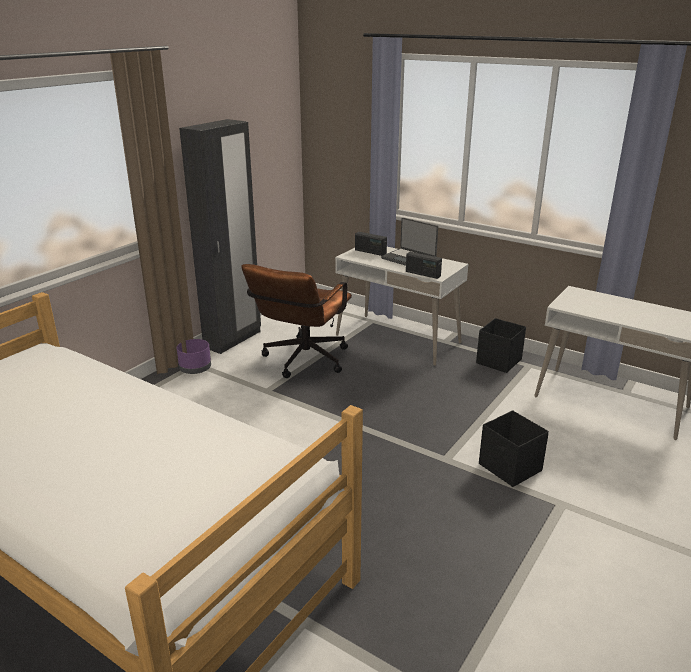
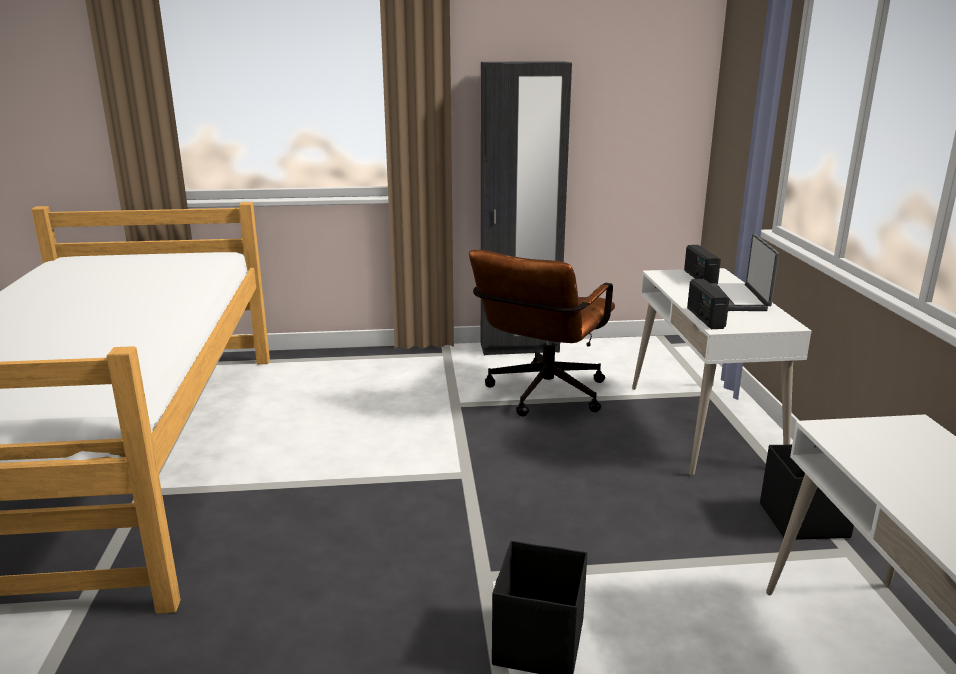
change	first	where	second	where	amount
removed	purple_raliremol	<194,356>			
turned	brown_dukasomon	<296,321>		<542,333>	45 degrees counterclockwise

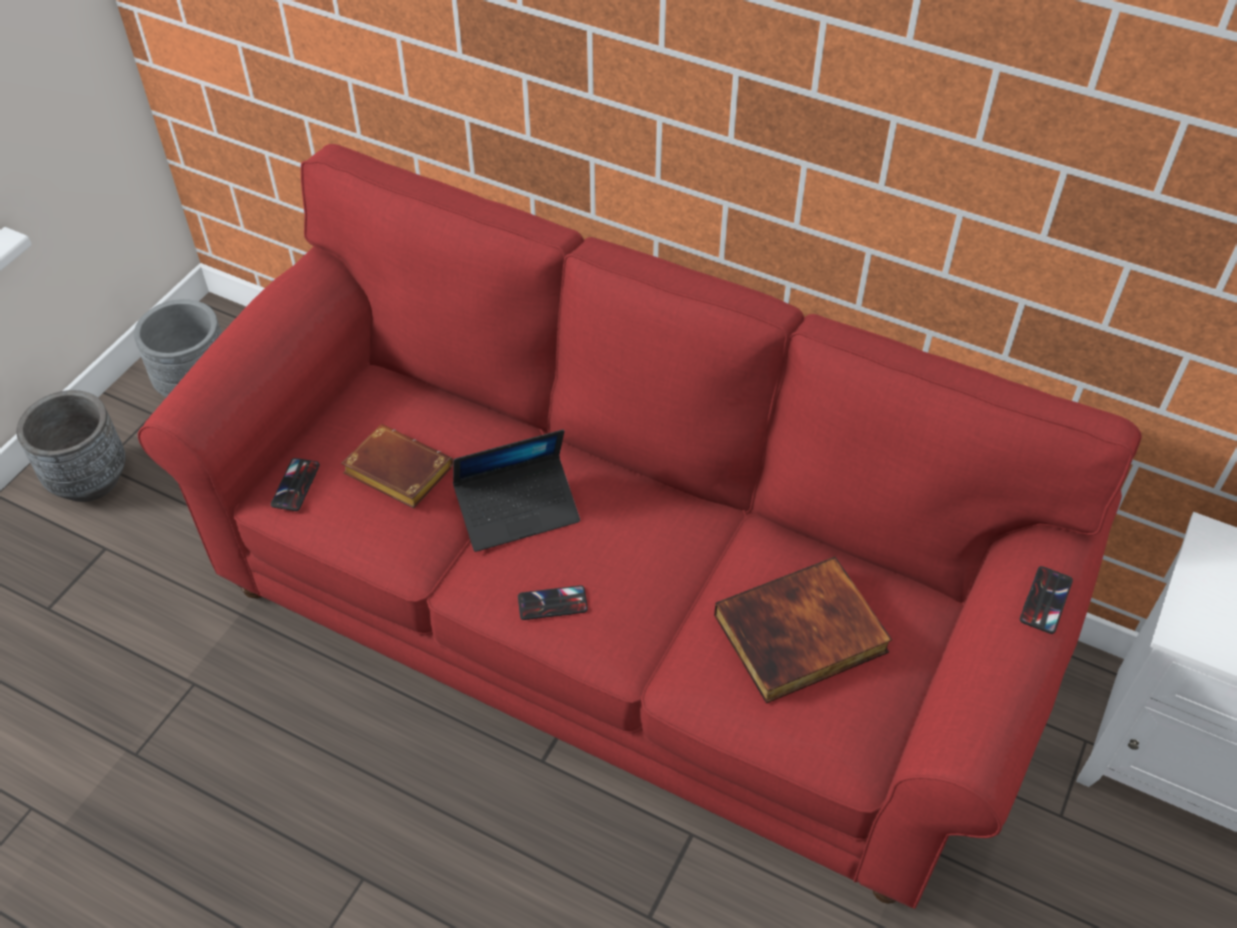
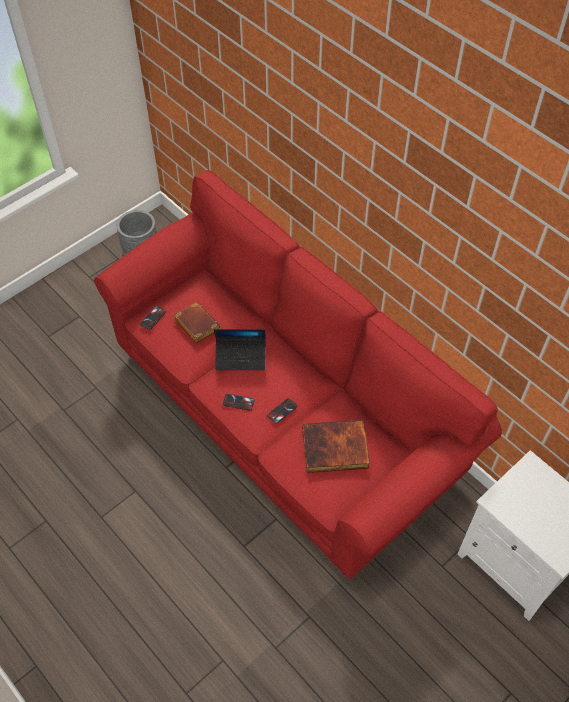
change	first	where	second	where	amount
removed	grey_raliremol	<71,446>			
moved	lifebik	<1046,600>		<282,411>	

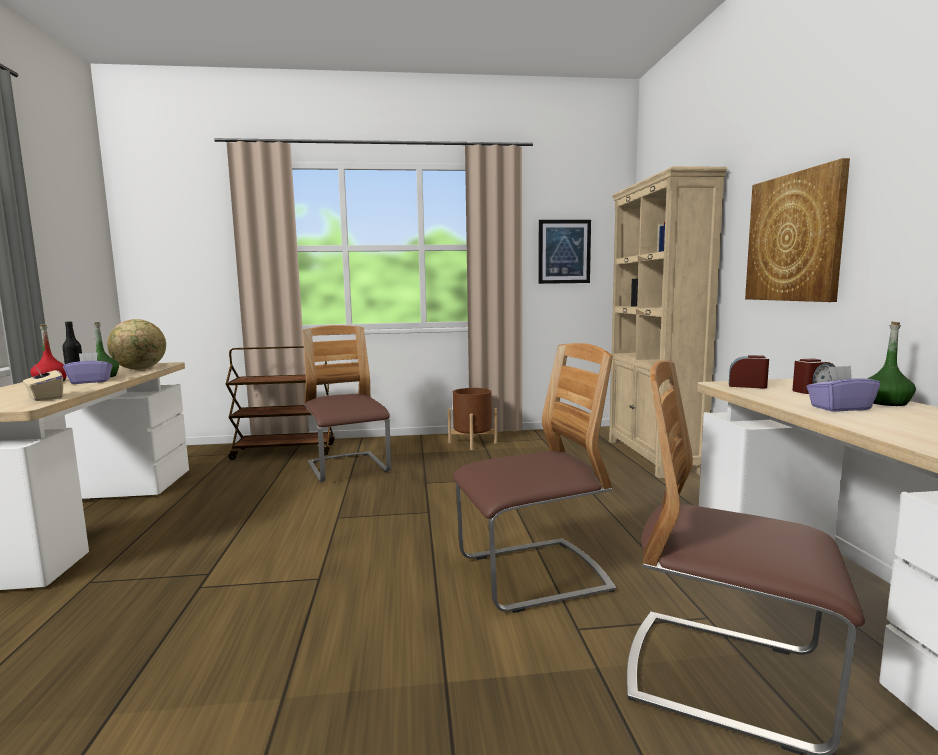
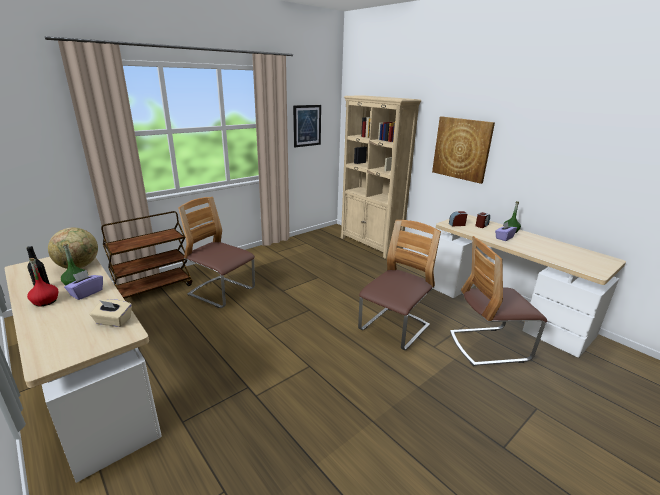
change	first	where	second	where	amount
removed	brown_raliremol	<472,419>			

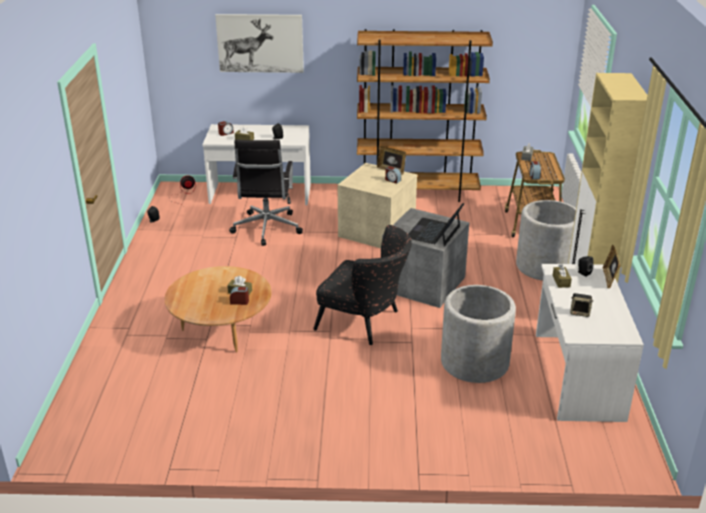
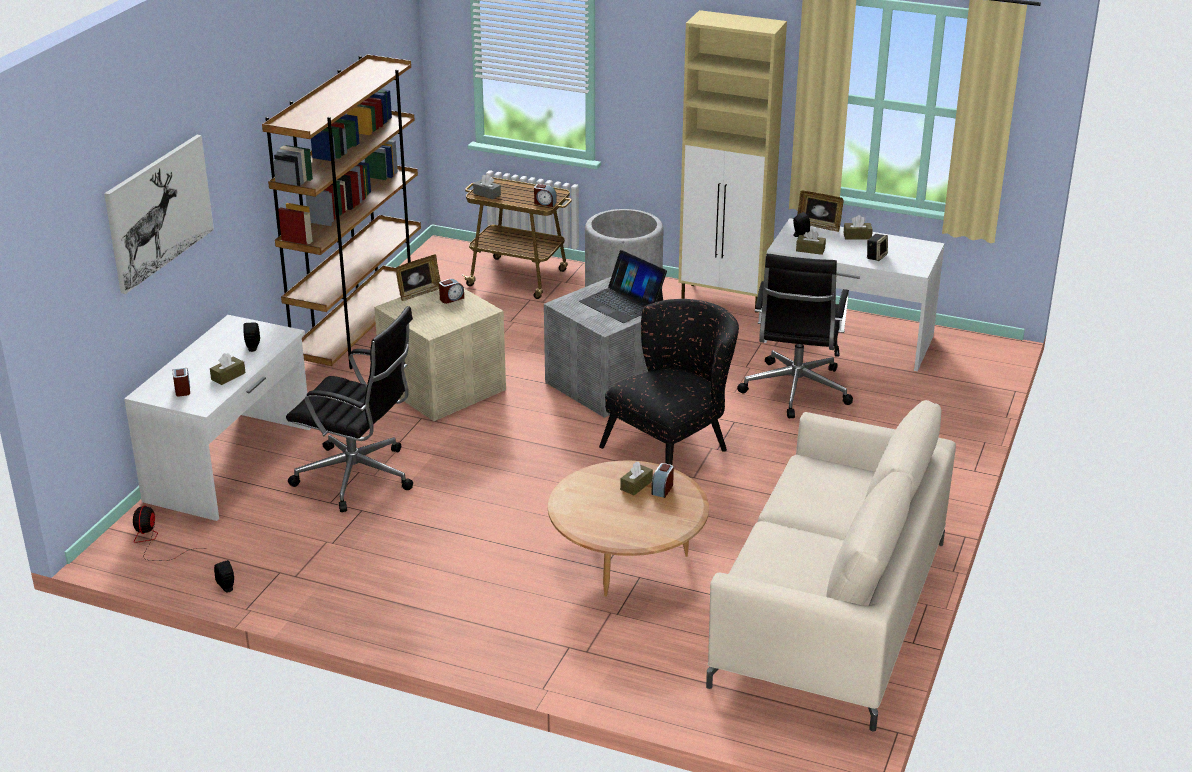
change	first	where	second	where	amount
added			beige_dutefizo	<831,566>	
added			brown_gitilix	<858,227>	
replaced	grey_raliremol	<478,334>	black_dukasomon	<795,336>	

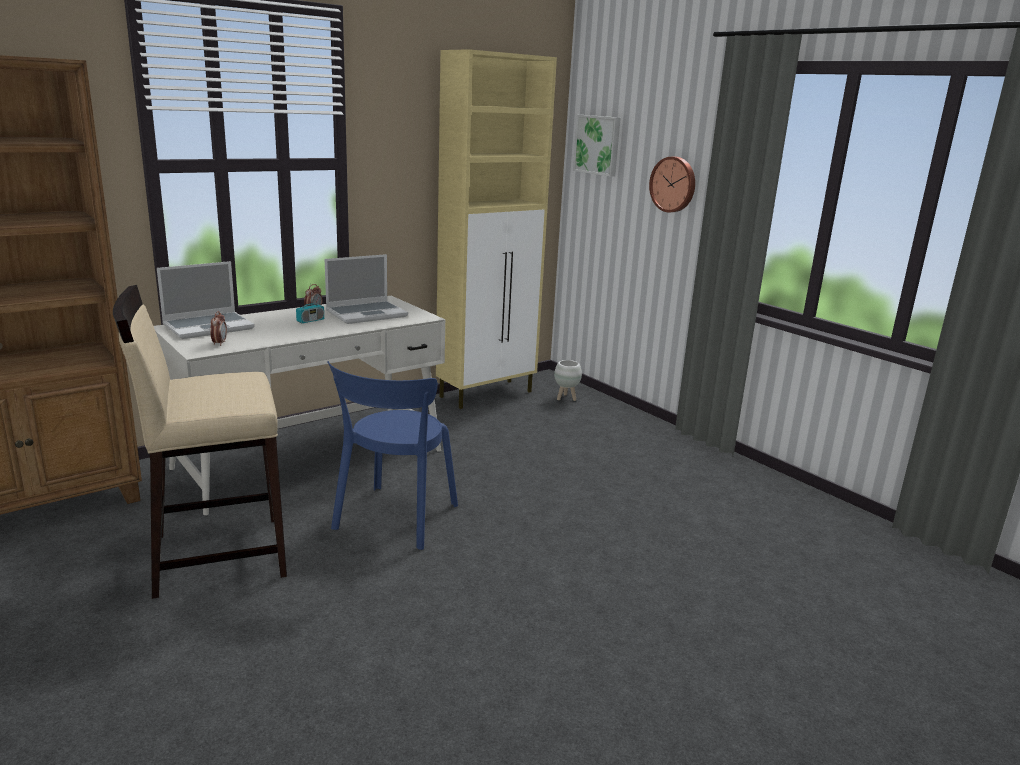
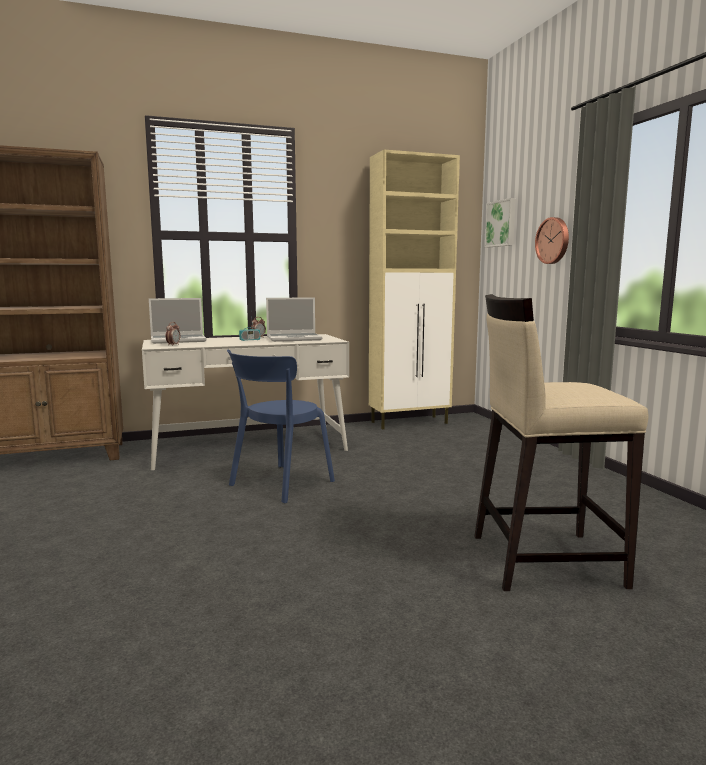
change	first	where	second	where	amount
removed	white_raliremol	<568,380>			
moved	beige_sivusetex	<200,442>		<561,442>	

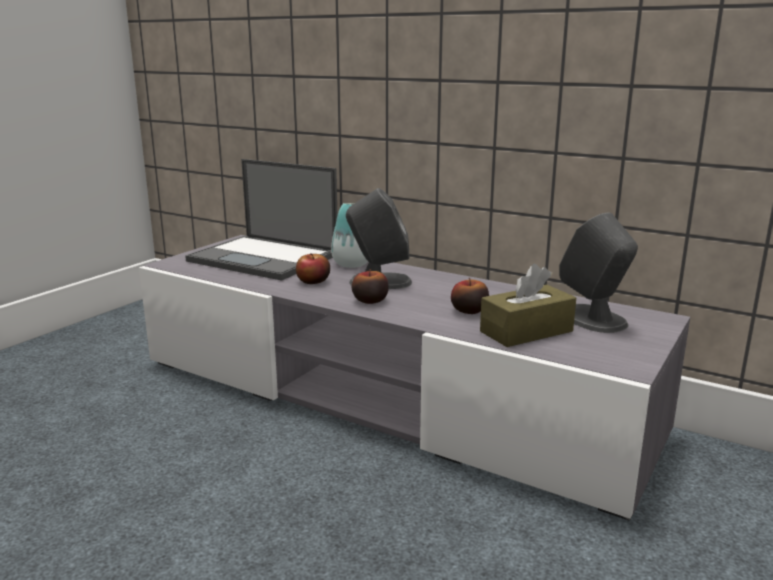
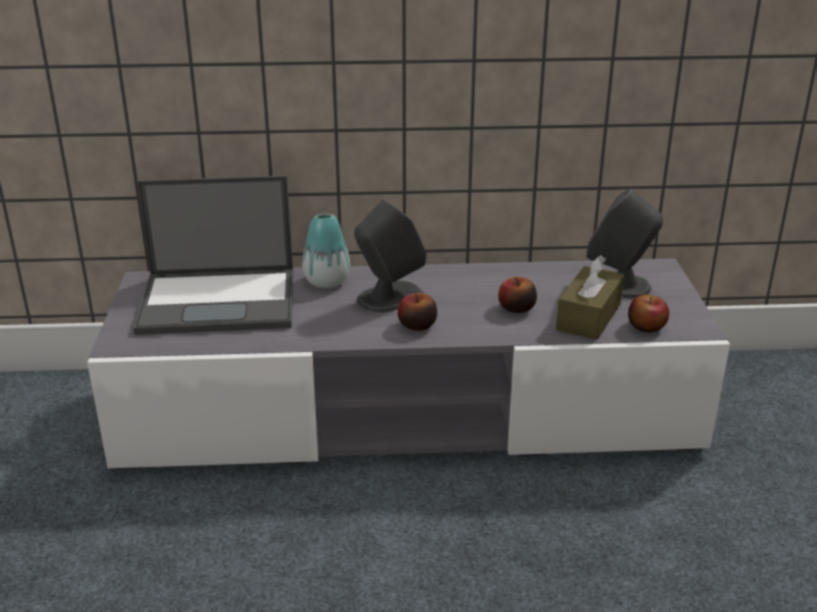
change	first	where	second	where	amount
moved	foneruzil	<313,268>		<648,313>	

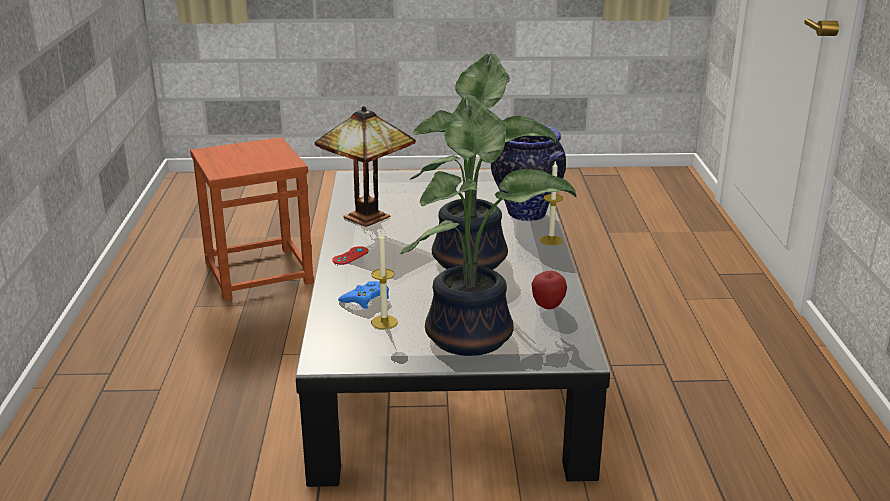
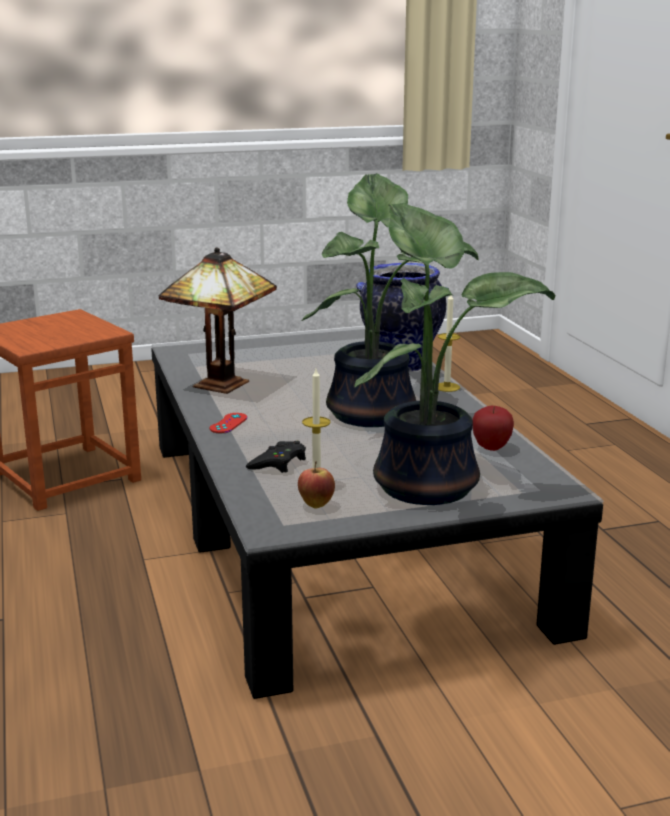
change	first	where	second	where	amount
added			foneruzil	<316,484>	
recoloured	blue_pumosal	<363,295>	black_pumosal	<276,457>	

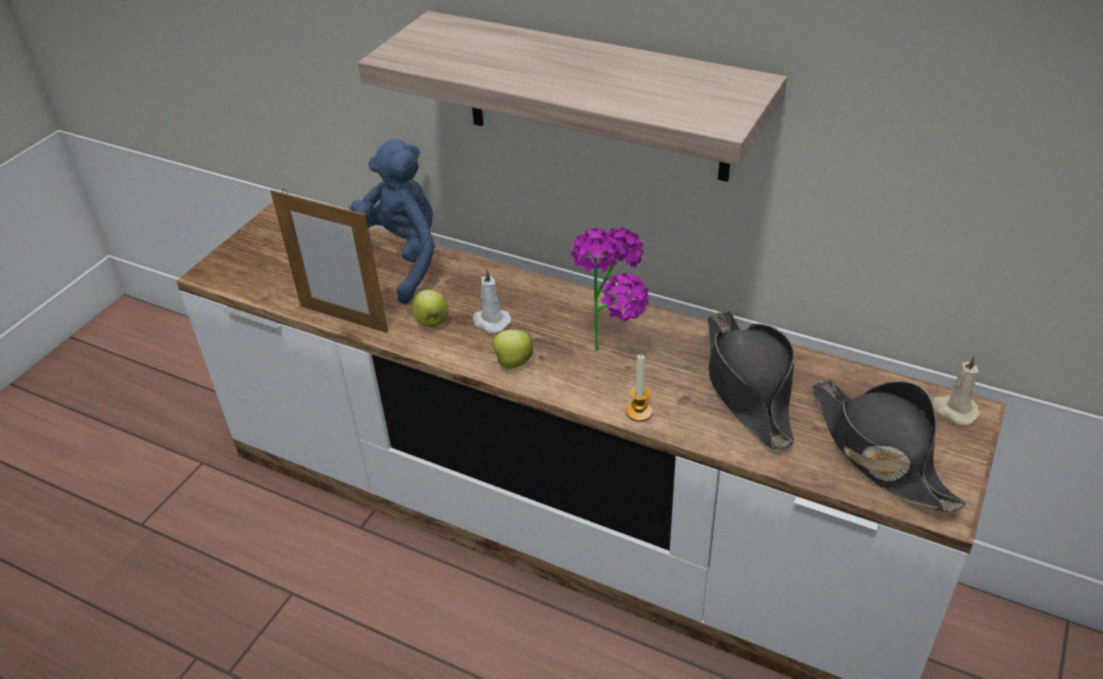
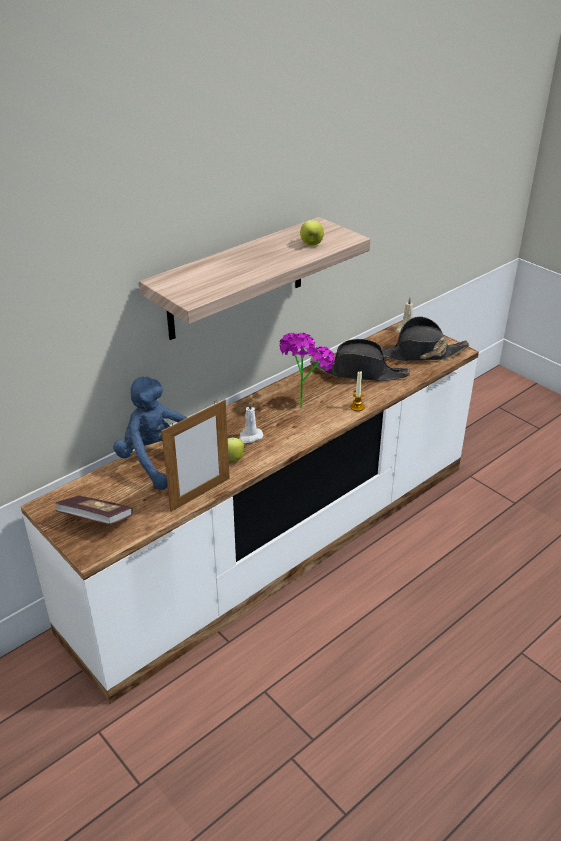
change	first	where	second	where	amount
added			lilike	<94,510>	
moved	foneruzil	<511,349>		<312,233>	

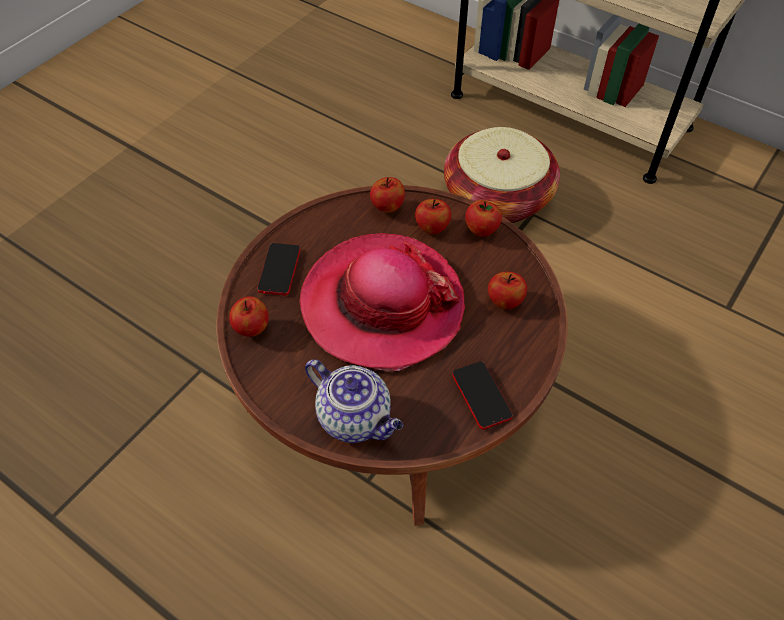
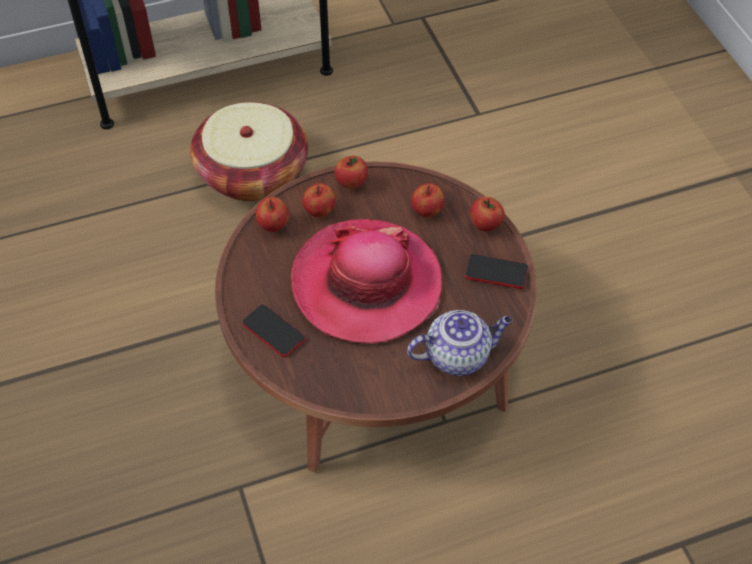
change	first	where	second	where	amount
moved	foneruzil	<249,316>		<487,214>	

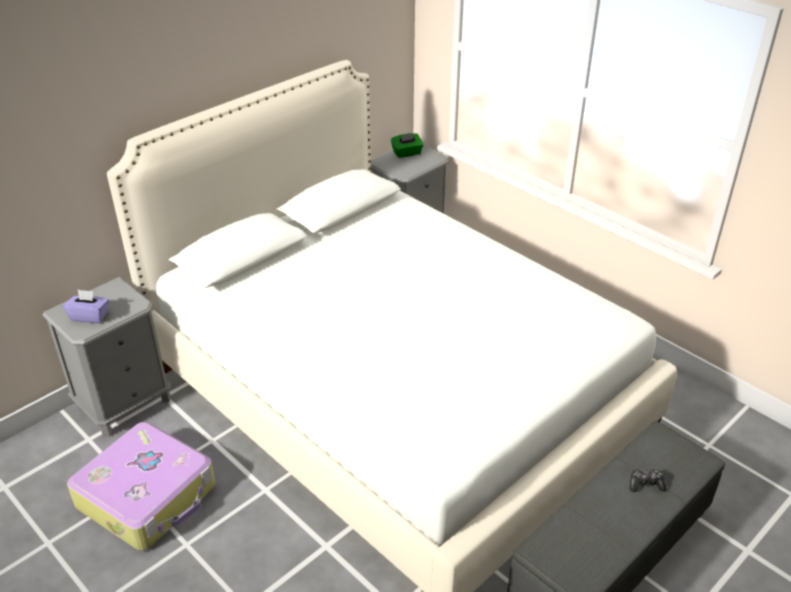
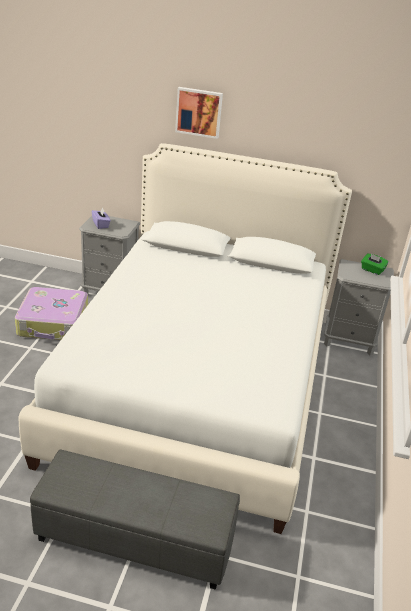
change	first	where	second	where	amount
removed	pumosal	<648,480>			
added			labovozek	<199,113>	

